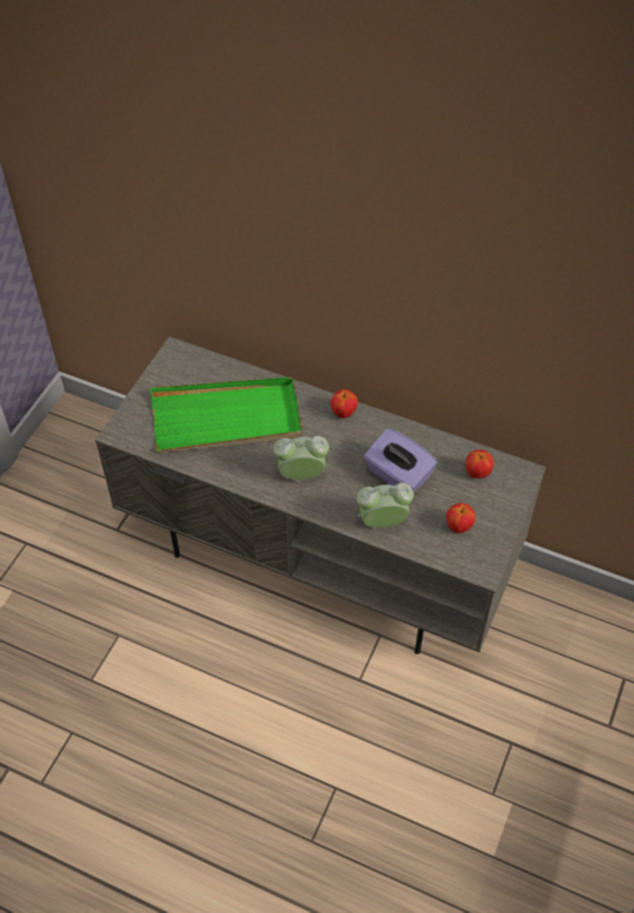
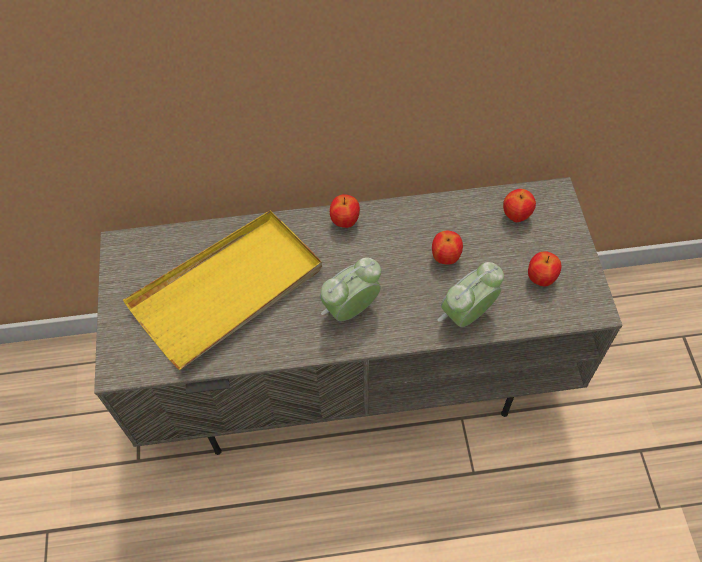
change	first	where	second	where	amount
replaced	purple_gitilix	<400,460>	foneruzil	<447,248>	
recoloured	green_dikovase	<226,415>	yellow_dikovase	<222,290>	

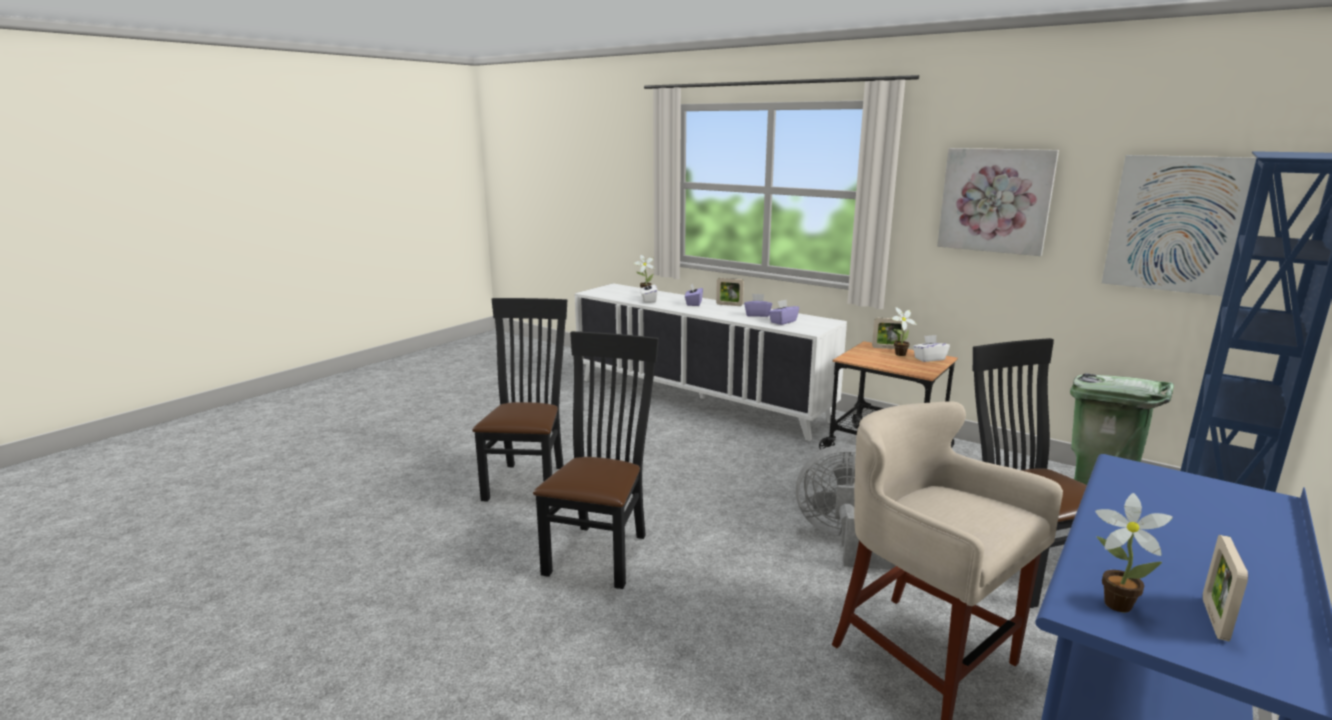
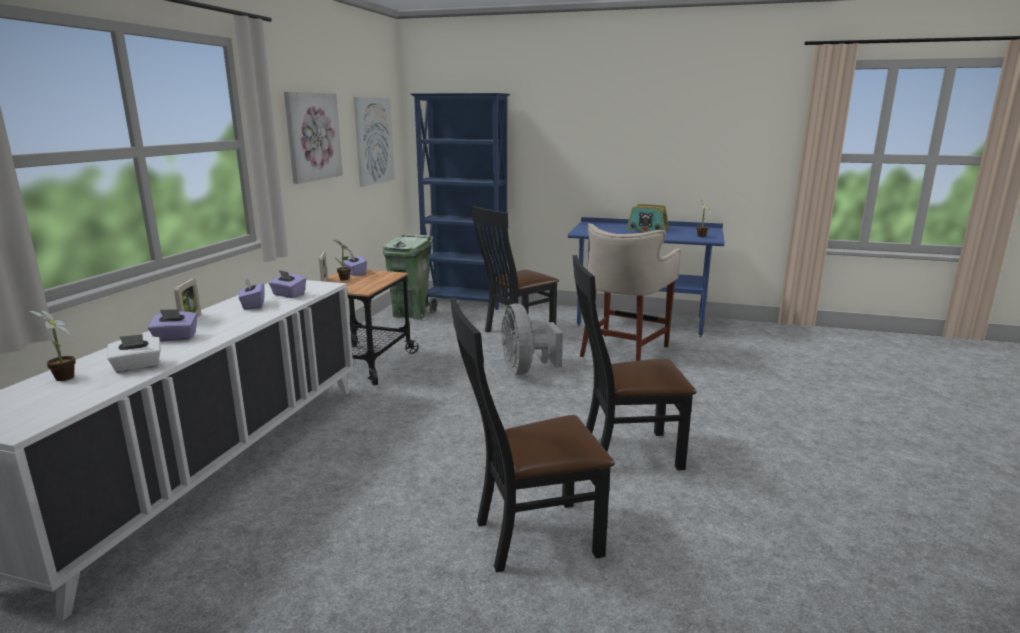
change	first	where	second	where	amount
removed	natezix	<1225,588>			
added			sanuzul	<647,218>	
recoloured	white_gitilix	<931,348>	purple_gitilix	<355,264>	

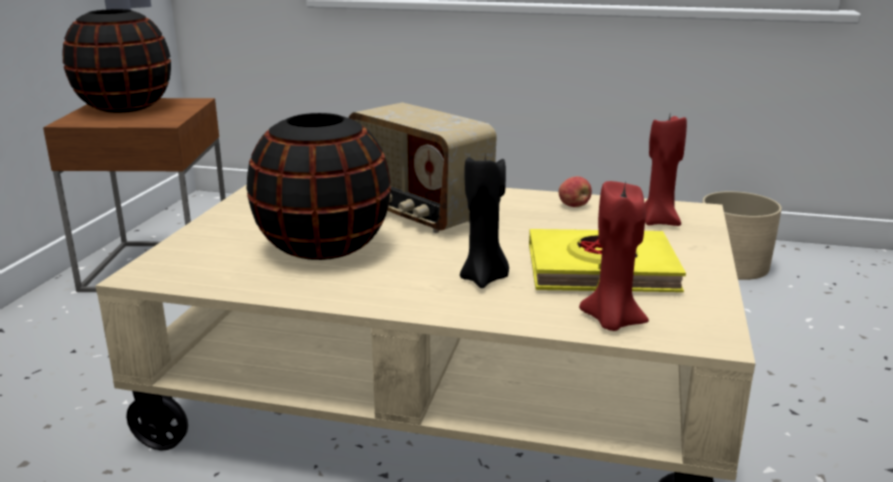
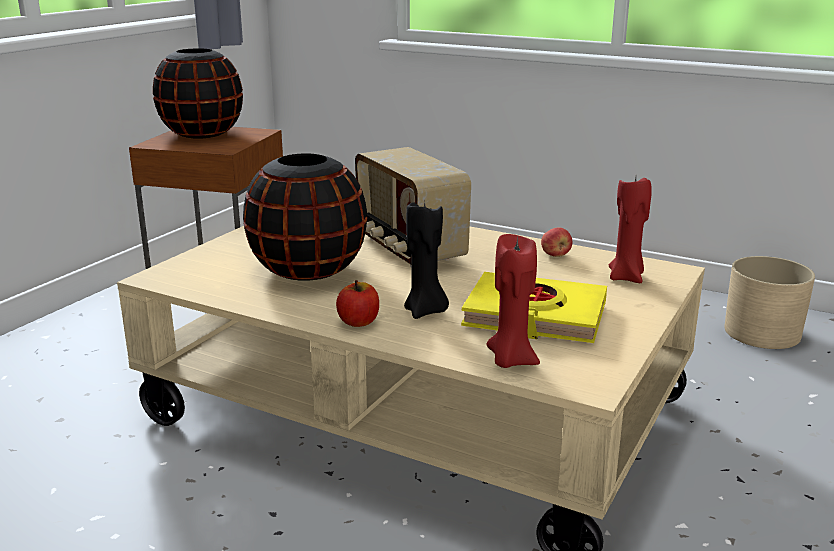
change	first	where	second	where	amount
added			foneruzil	<357,303>	

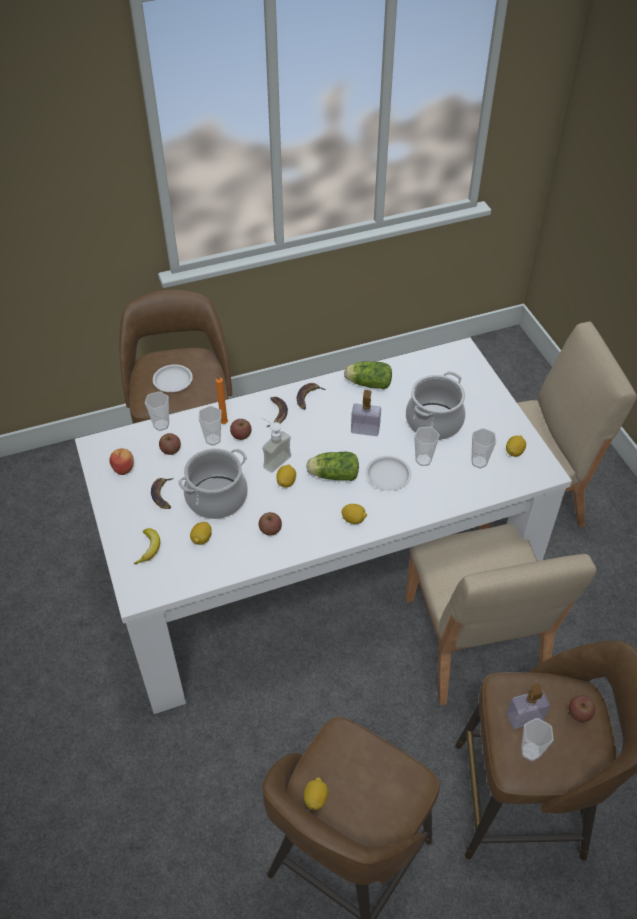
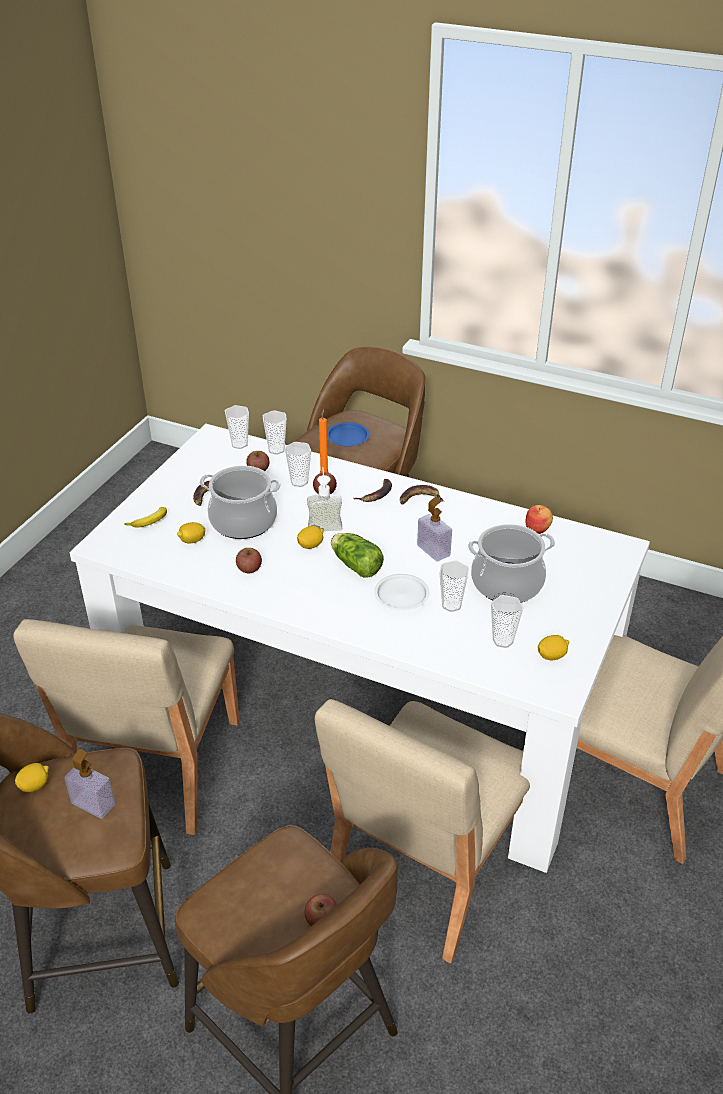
change	first	where	second	where	amount
removed	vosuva	<354,514>			
removed	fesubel	<368,375>			
added			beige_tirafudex	<126,727>	
moved	foneruzil	<121,461>		<539,519>	
moved	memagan	<528,706>		<90,784>	
moved	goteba	<537,739>		<237,427>	
recoloured	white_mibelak	<173,378>	blue_mibelak	<348,434>	

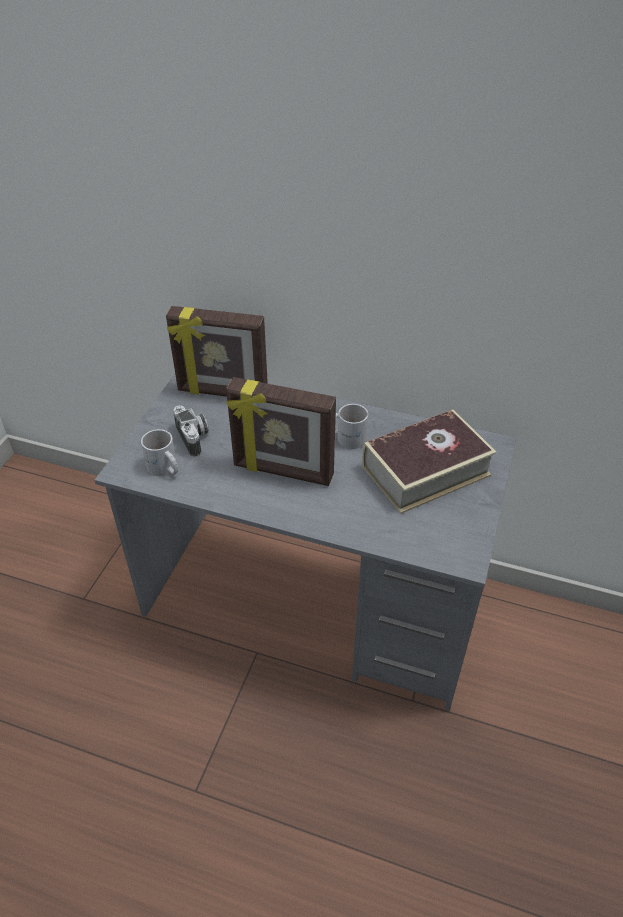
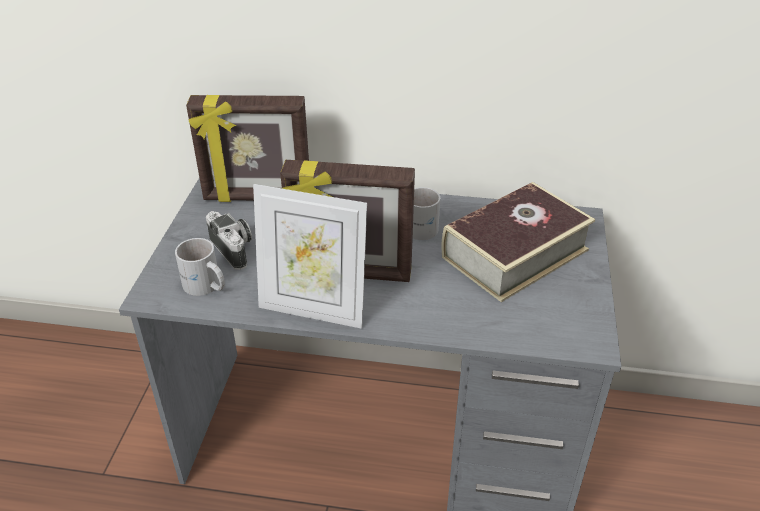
change	first	where	second	where	amount
added			natezix	<310,256>	

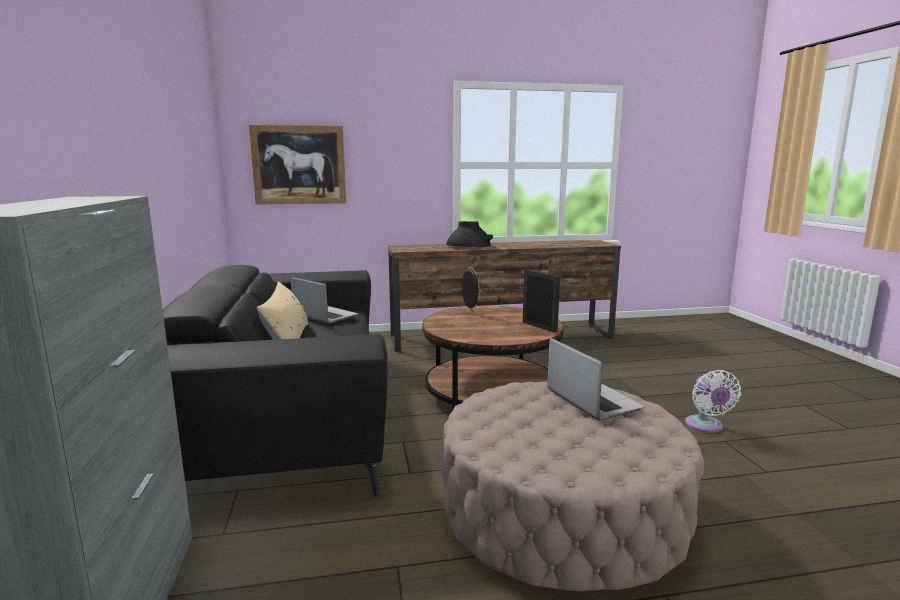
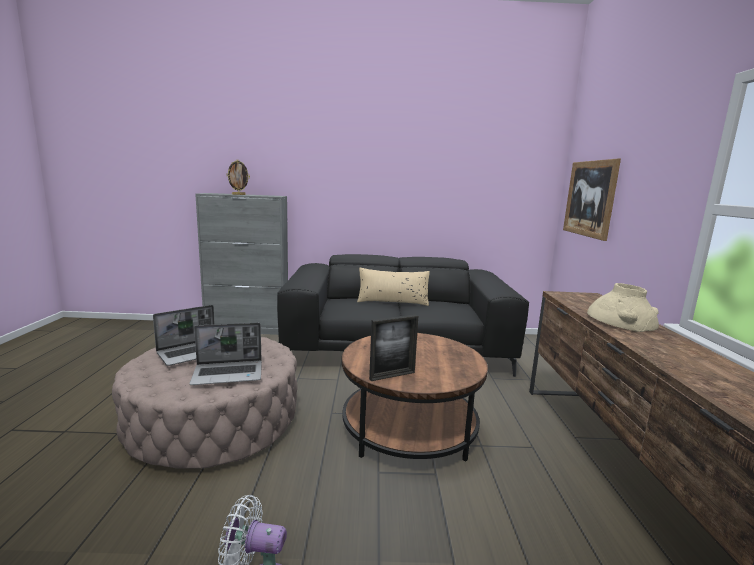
change	first	where	second	where	amount
moved	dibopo	<324,300>		<184,335>	
moved	natezix	<471,291>		<238,177>	
recoloured	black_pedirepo	<470,234>	beige_pedirepo	<623,307>	

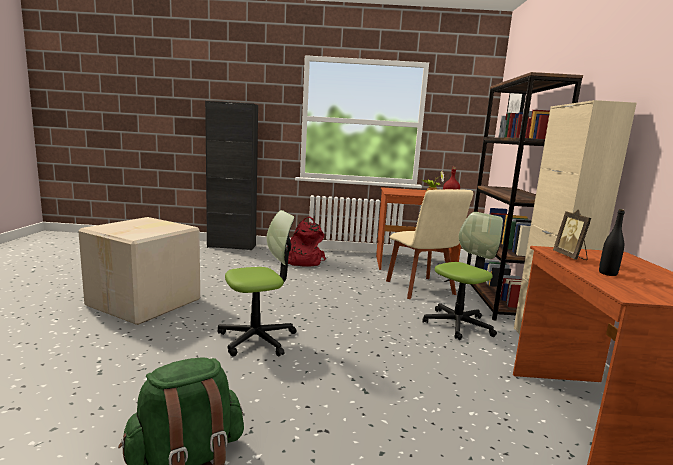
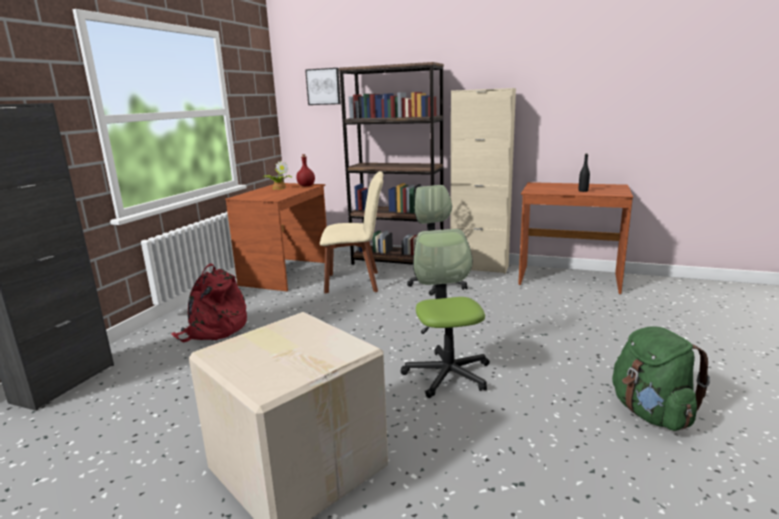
change	first	where	second	where	amount
removed	natezix	<572,234>			

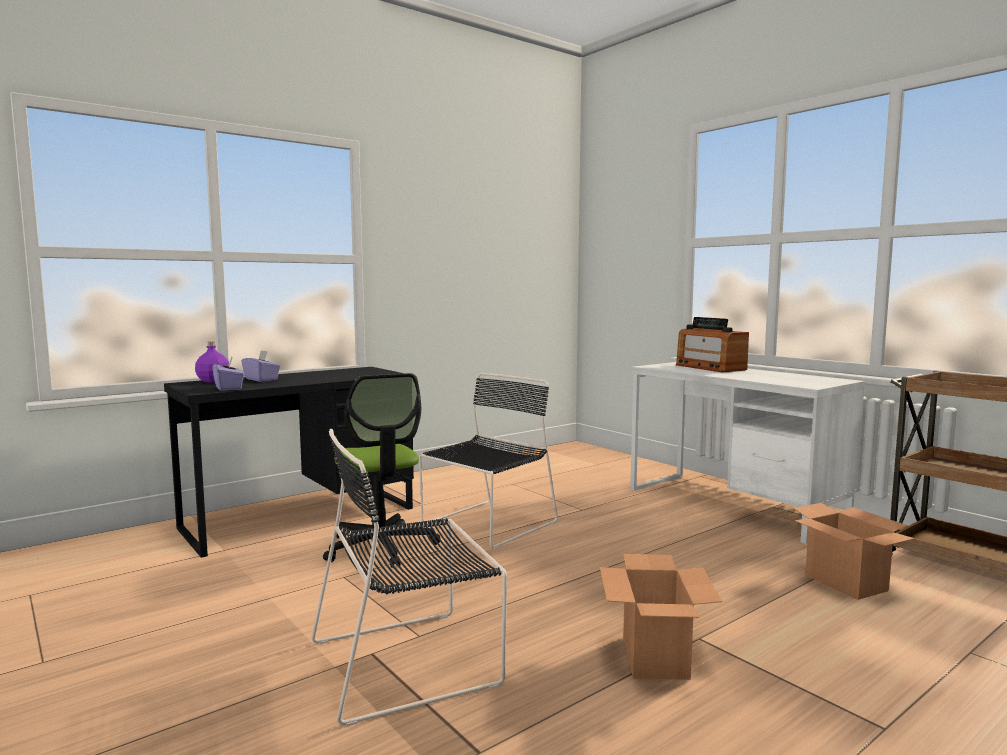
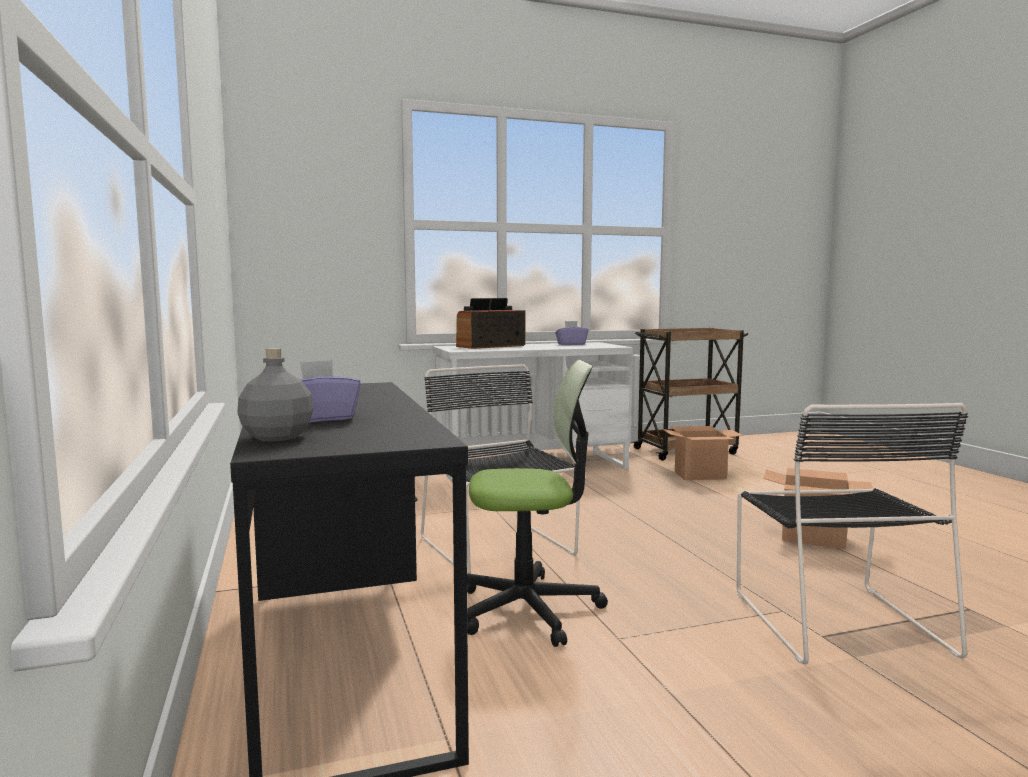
change	first	where	second	where	amount
moved	purple_gitilix	<228,373>		<571,333>	
recoloured	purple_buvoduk	<212,361>	grey_buvoduk	<275,394>	
turned	sanuzul	<712,344>		<491,323>	150 degrees clockwise

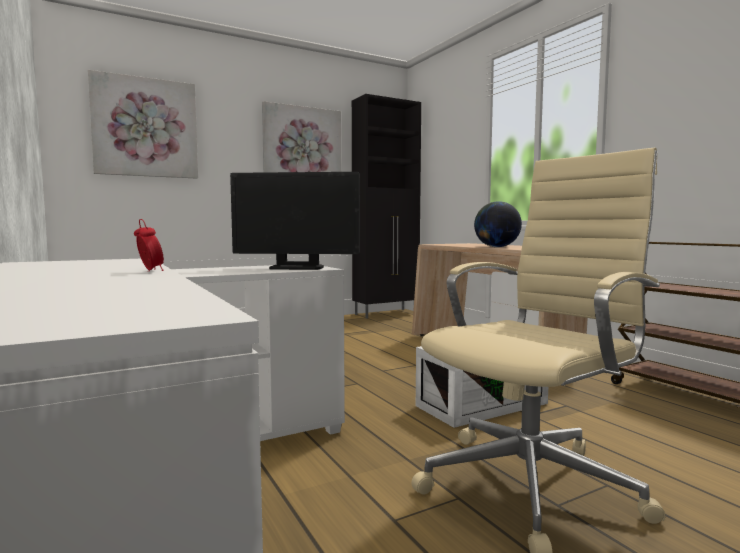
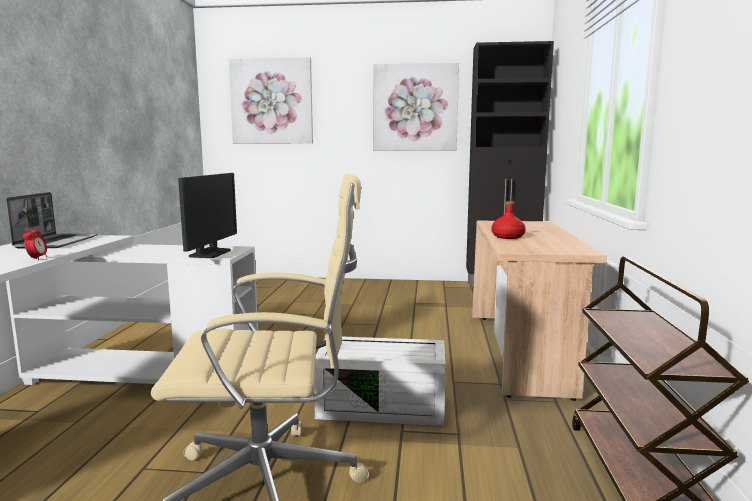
change	first	where	second	where	amount
added			dibopo	<52,220>	
replaced	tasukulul	<498,224>	red_buvoduk	<509,220>	
turned	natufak	<295,221>		<207,215>	120 degrees counterclockwise

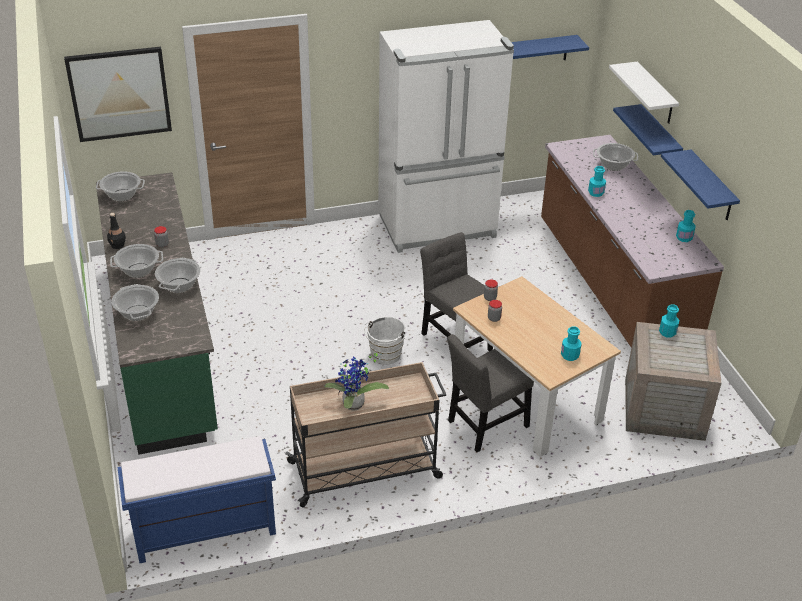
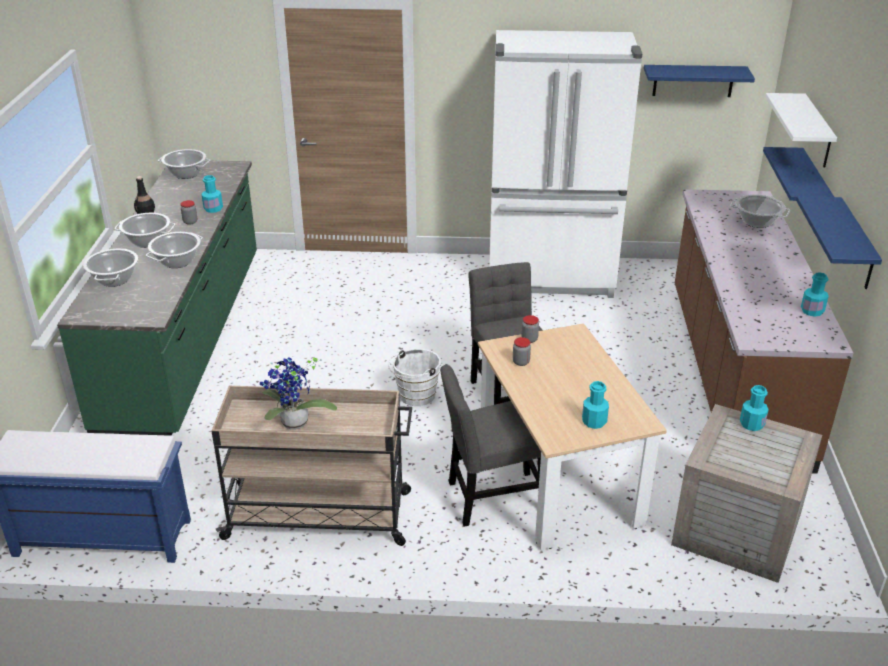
change	first	where	second	where	amount
removed	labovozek	<118,94>			
moved	turquoise_buvoduk	<597,181>		<212,194>	

